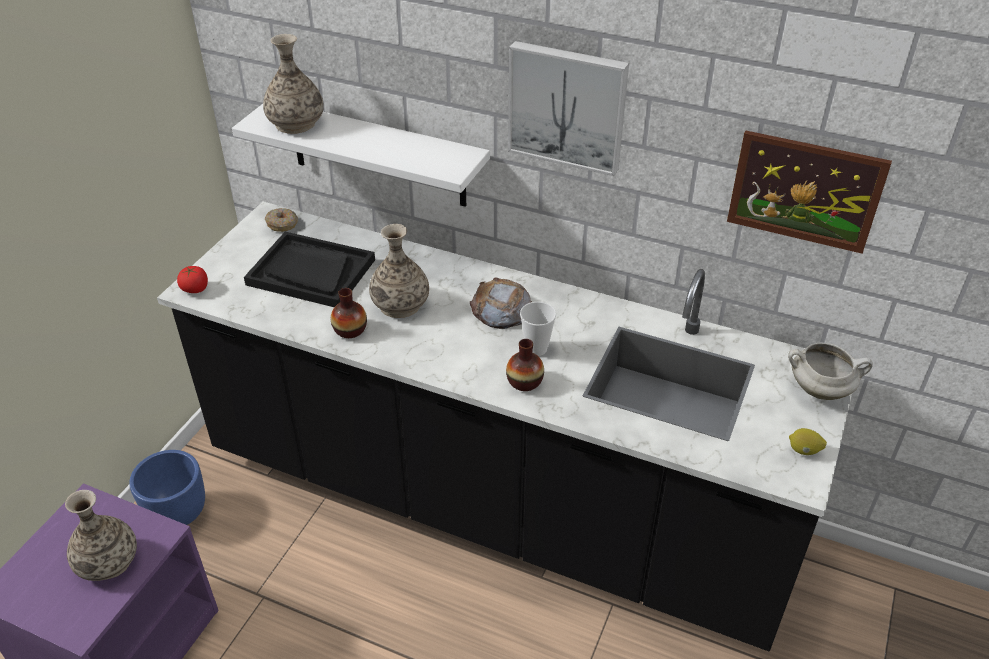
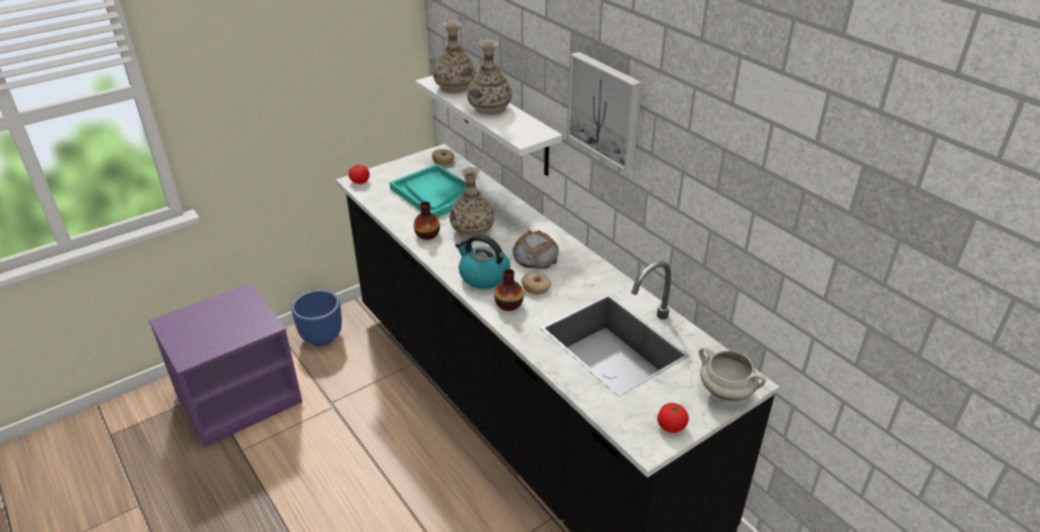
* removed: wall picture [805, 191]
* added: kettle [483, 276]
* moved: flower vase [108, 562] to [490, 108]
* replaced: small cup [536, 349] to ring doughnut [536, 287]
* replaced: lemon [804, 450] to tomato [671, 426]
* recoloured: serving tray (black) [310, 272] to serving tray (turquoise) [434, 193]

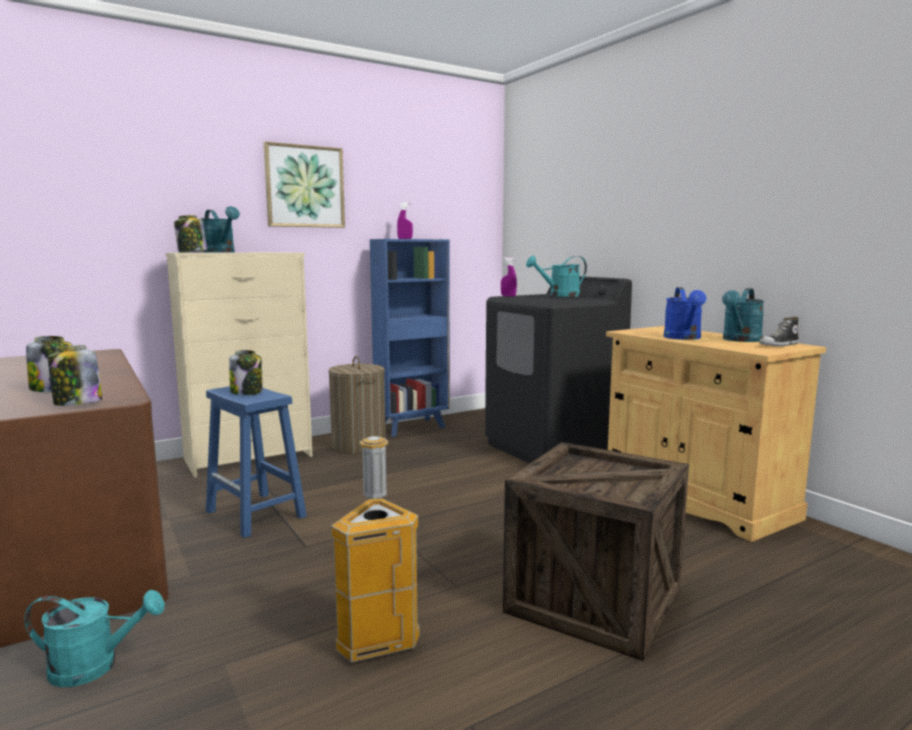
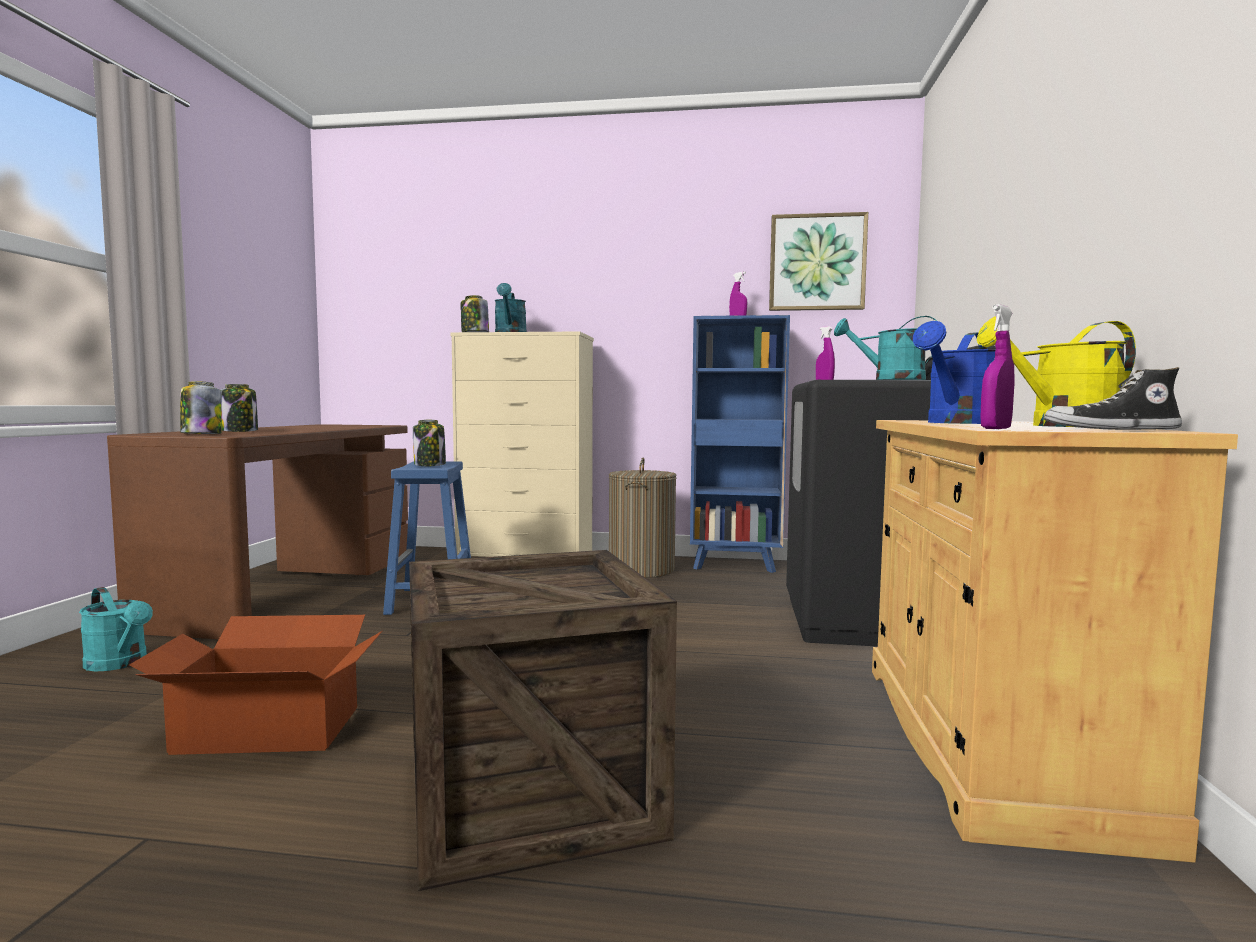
* added: sprayer (purple) [995, 428]
* moved: wall picture [304, 186] to [817, 263]
* replaced: waste bin [376, 642] to cardboard box [268, 729]
* recoloured: watering pot (turquoise) [740, 340] to watering pot (yellowish) [1063, 426]

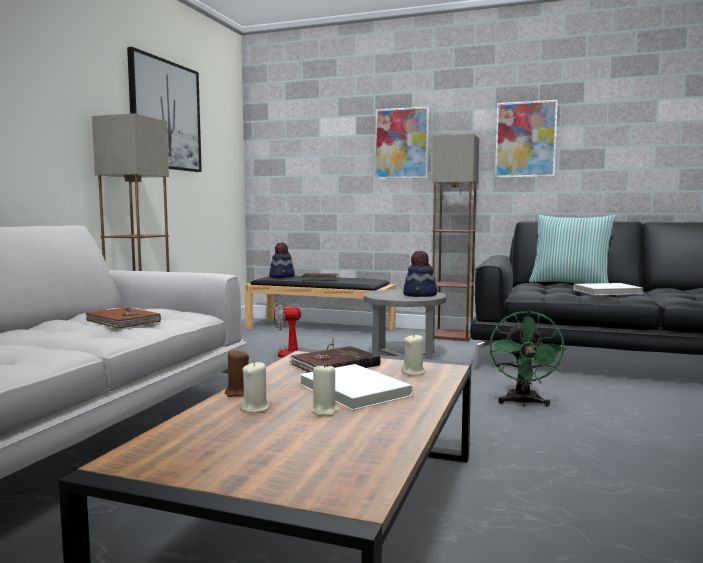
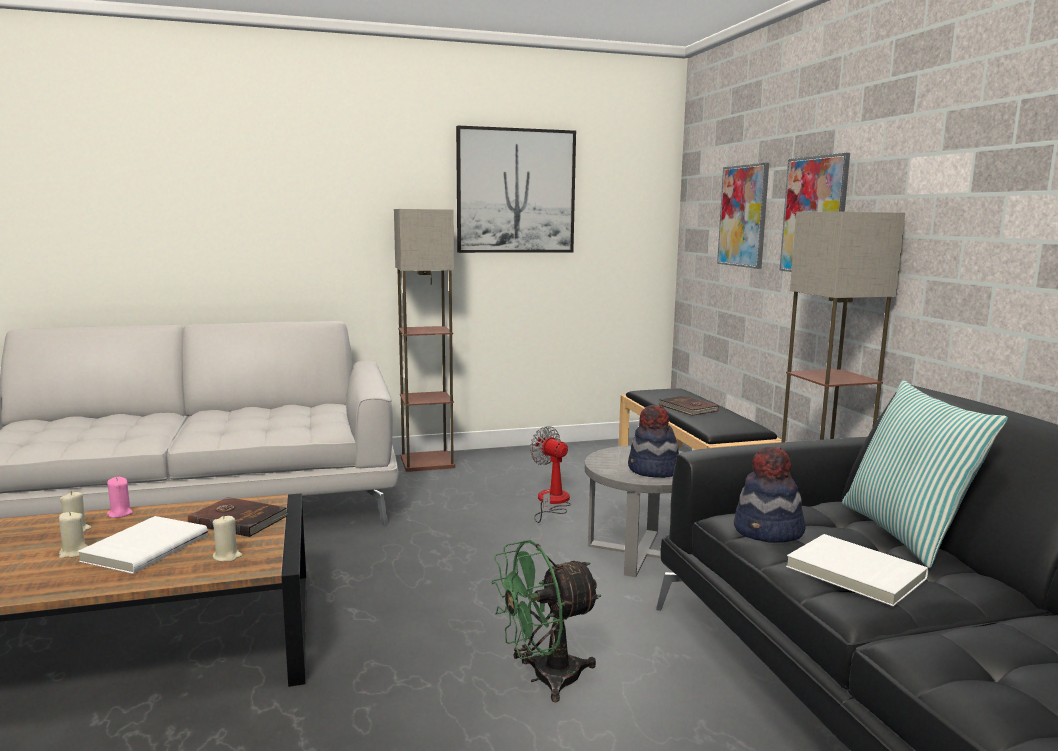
* removed: bound book (brownish) [122, 321]
* moved: hat [282, 276] to [768, 532]
* moved: wall picture [525, 139] to [743, 216]
* recoloured: candle (brownish) [238, 393] to candle (pink-coloured) [120, 514]

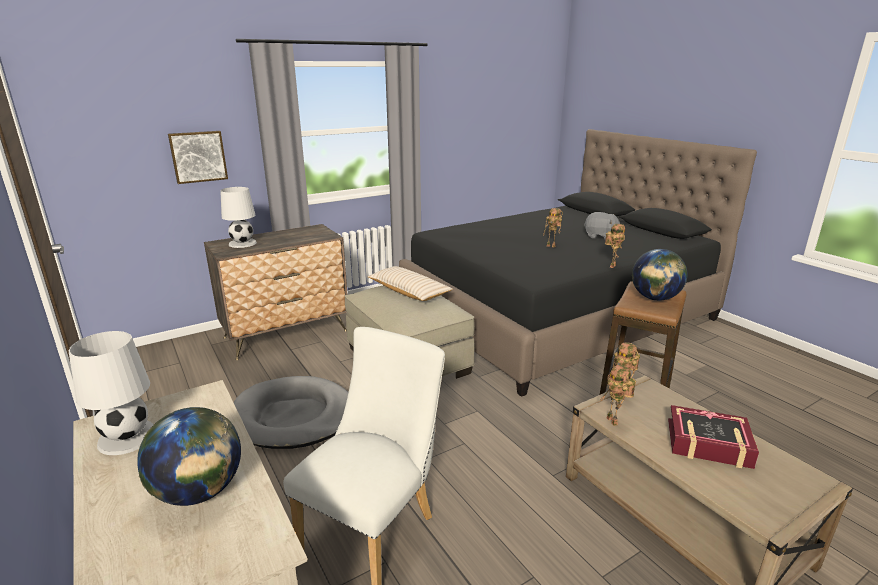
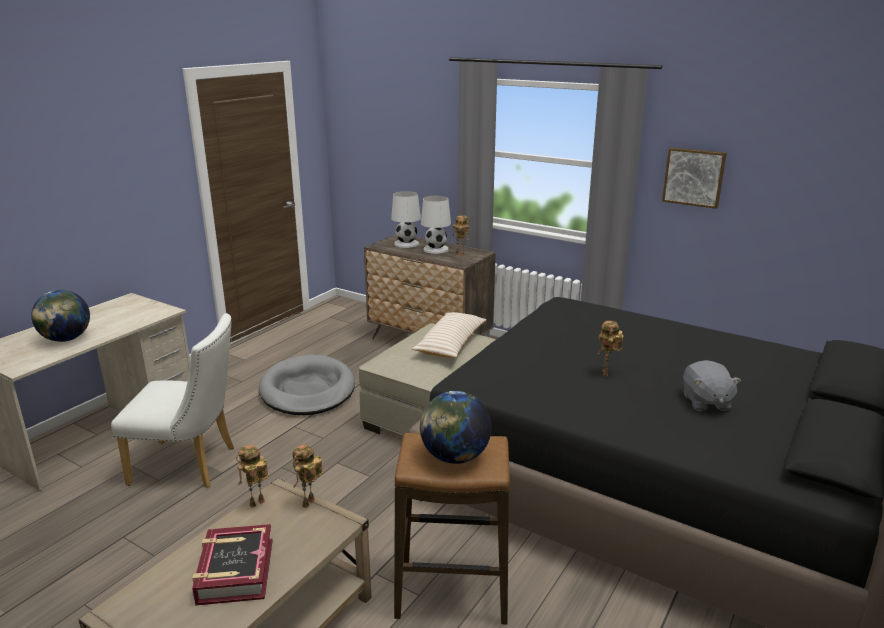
* moved: tabletop lamp (white) [128, 437] to [436, 249]
* moved: wall picture [198, 156] to [694, 177]
* moved: robot figure [612, 266] to [460, 254]

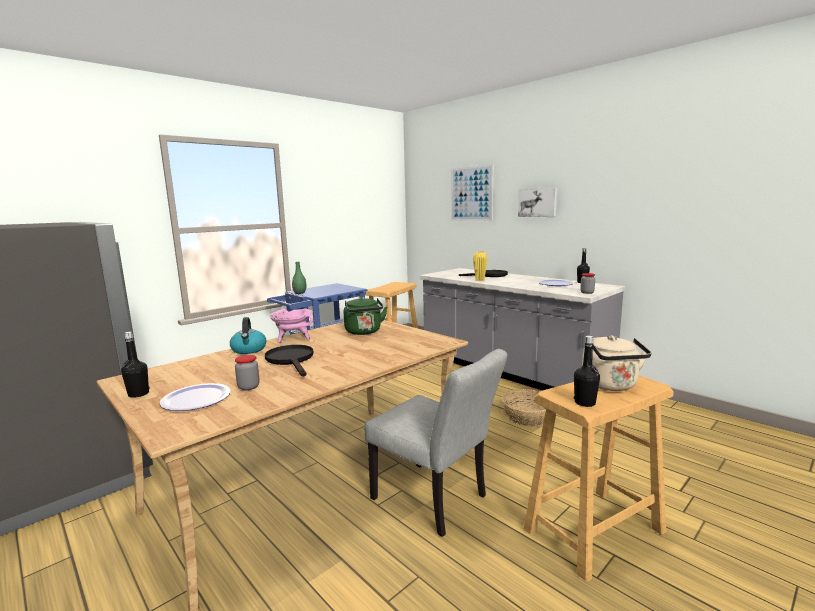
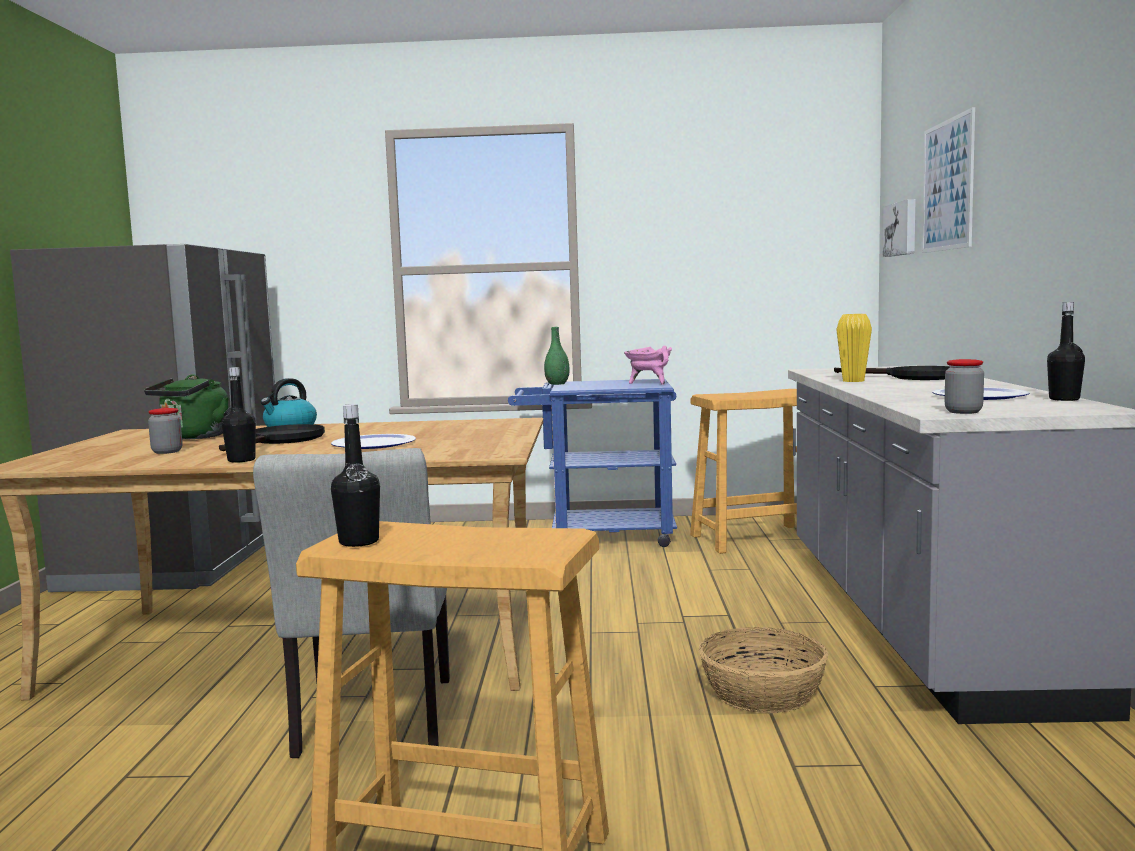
* removed: kettle (beige) [611, 385]
* moved: drink bottle (black) [138, 394] to [241, 460]
* moved: plate [196, 399] to [373, 444]
* moved: saucepot (pink-coloured) [293, 339] to [649, 383]
* moved: kettle (green-coloured) [364, 332] to [193, 437]
* moved: wall picture [537, 202] to [902, 229]

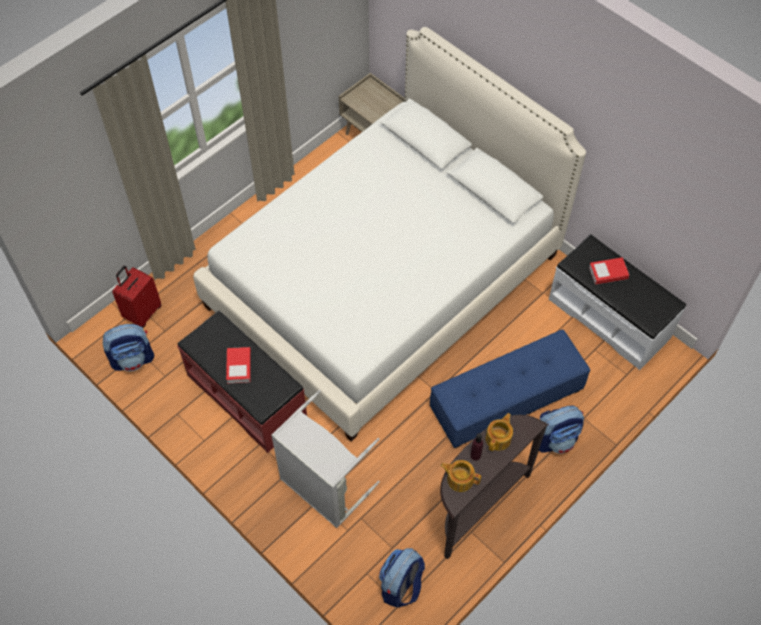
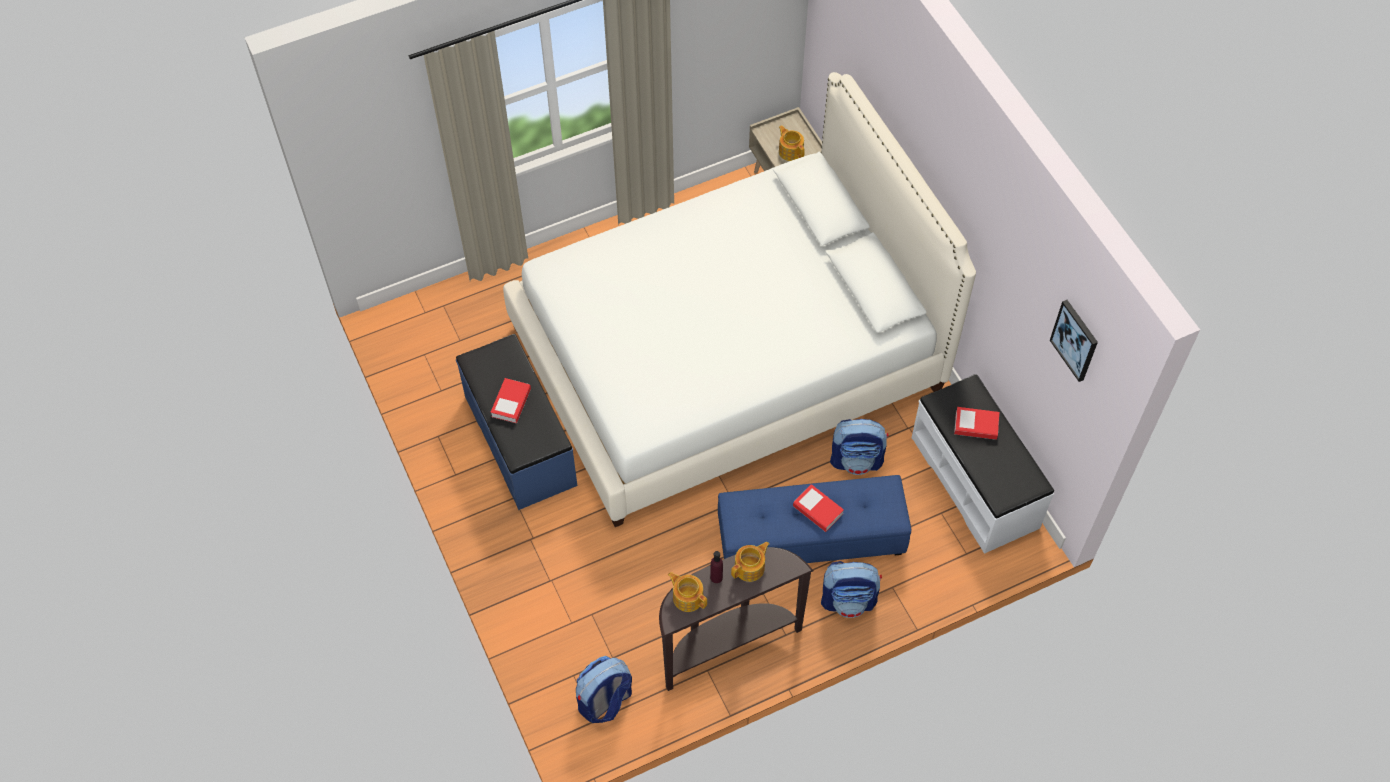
* removed: piece of luggage (red-coloured) [142, 312]
* removed: hamper (grey) [322, 488]
* added: pot for tea [790, 151]
* added: bound book [818, 510]
* added: wall picture [1075, 340]
* moved: knapsack [133, 359] to [857, 460]
* recoloured: long seat (red-coloured) [247, 396] to long seat (blue) [521, 440]

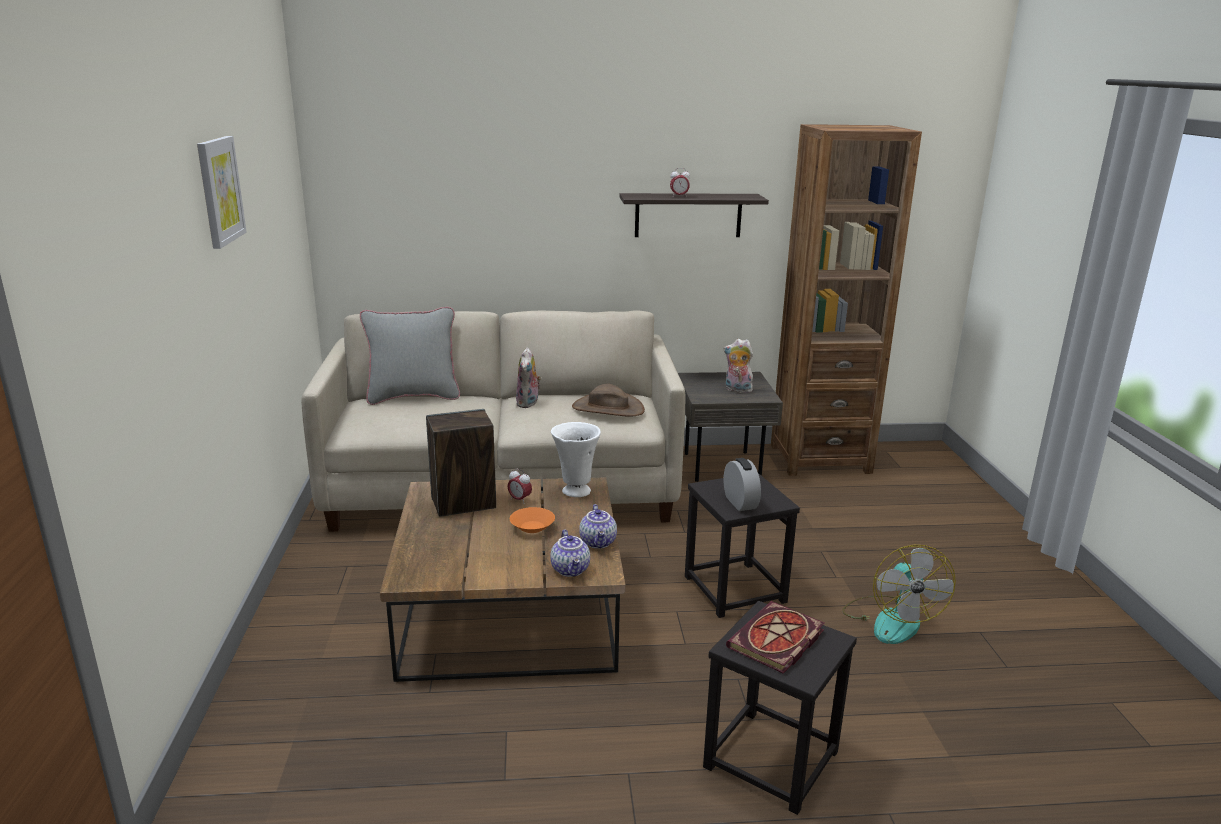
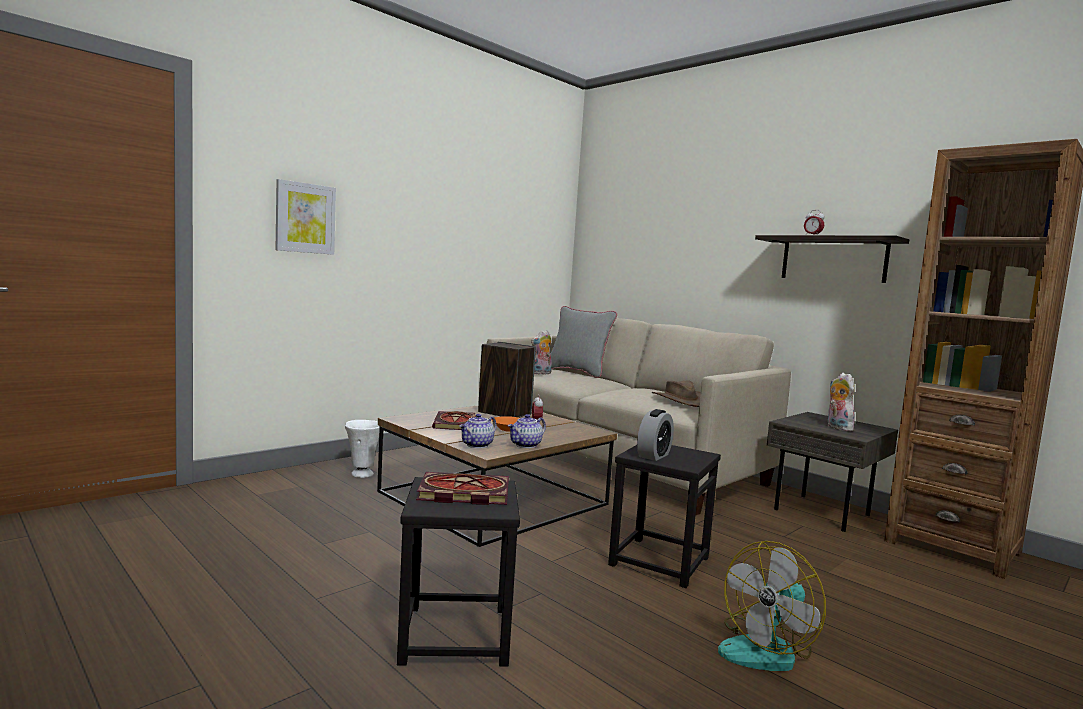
* added: bound book [455, 424]
* moved: wall picture [219, 191] to [305, 218]
* moved: soft toy [529, 403] to [541, 373]
* moved: flower vase (white) [575, 491] to [362, 474]

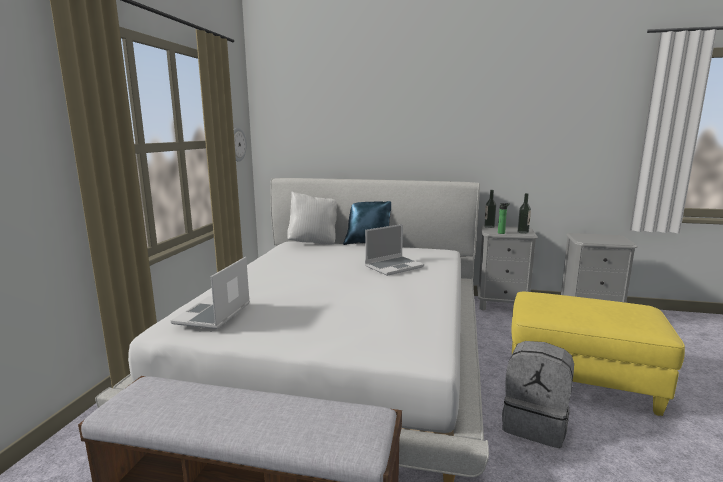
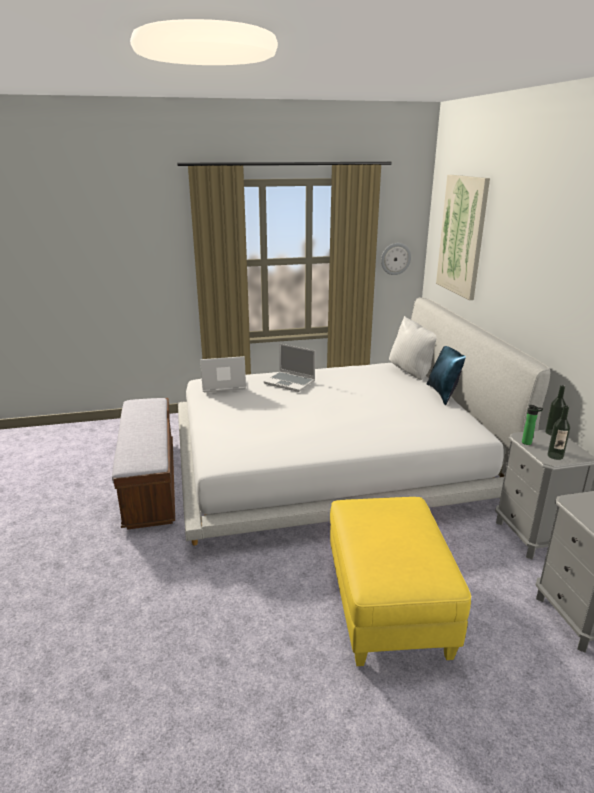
* removed: knapsack (grey) [535, 424]
* added: wall picture [462, 236]
* moved: laptop [394, 266] to [290, 382]

